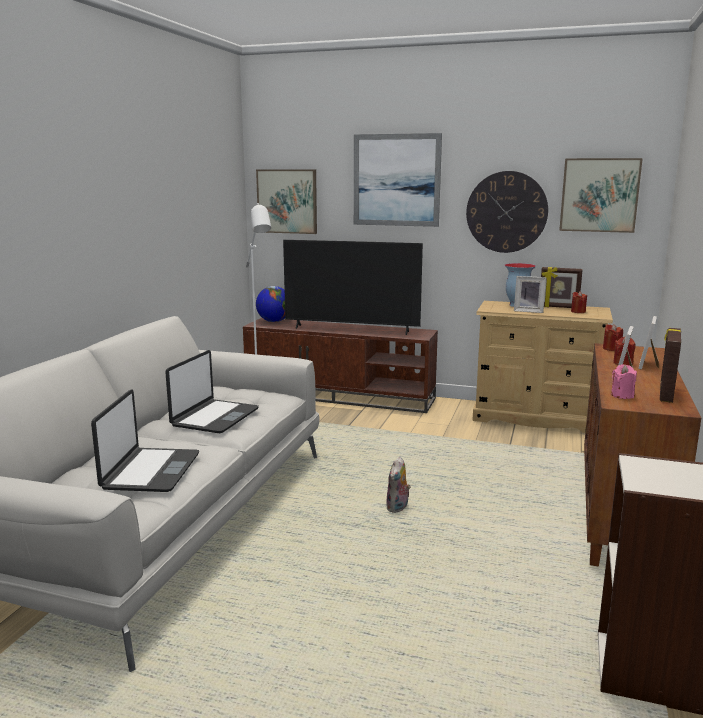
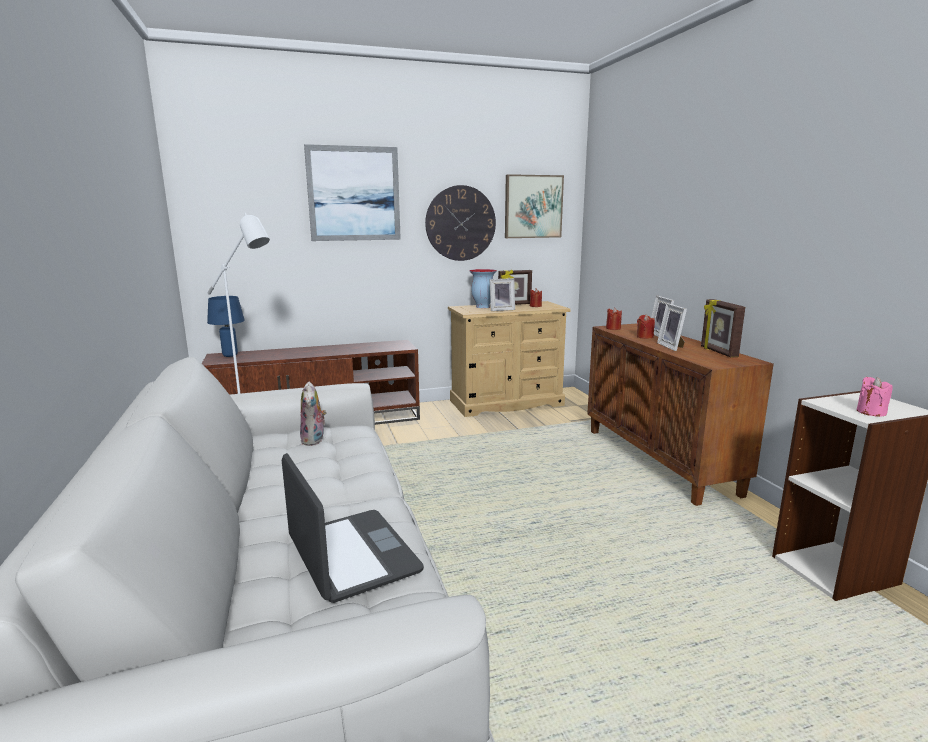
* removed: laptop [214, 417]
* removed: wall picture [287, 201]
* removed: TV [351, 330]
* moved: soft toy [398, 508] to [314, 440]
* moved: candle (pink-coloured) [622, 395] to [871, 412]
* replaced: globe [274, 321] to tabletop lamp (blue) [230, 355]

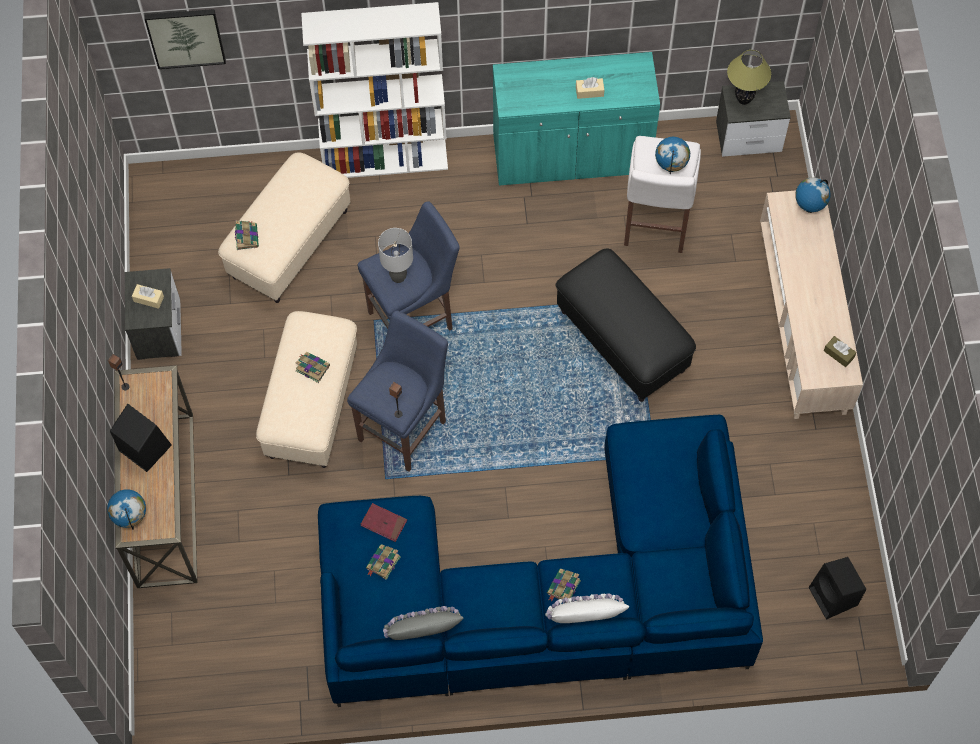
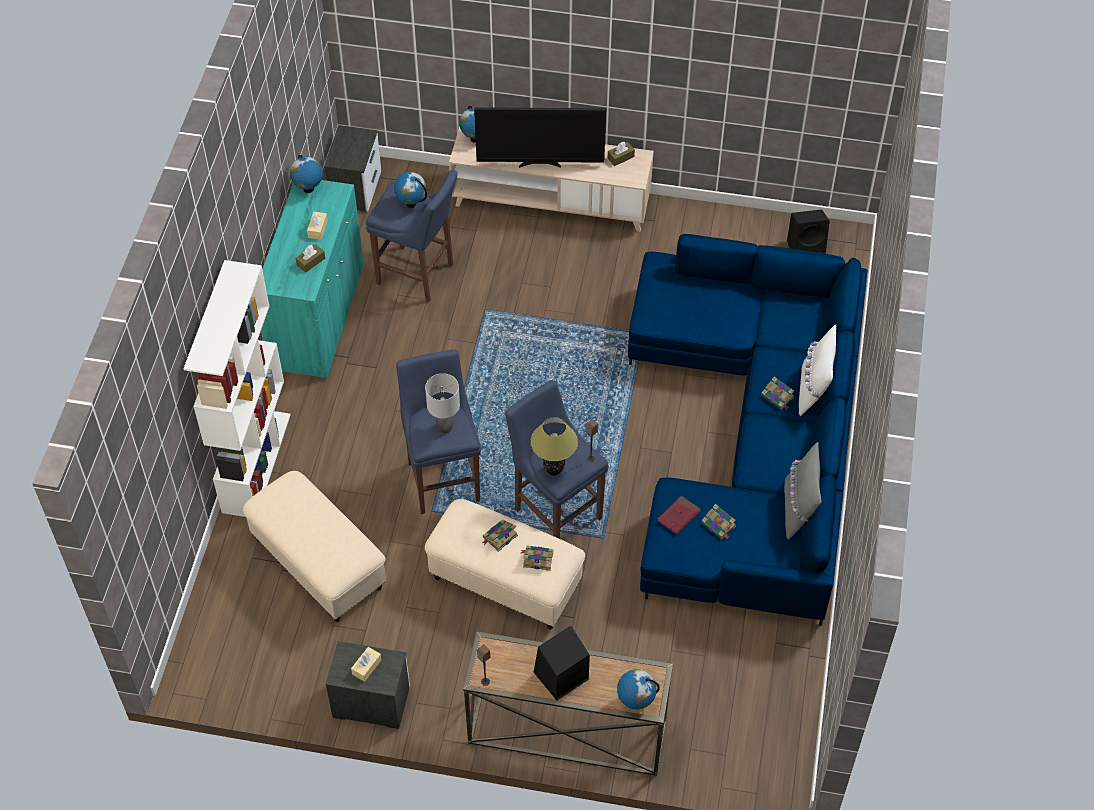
* removed: wall picture [185, 37]
* removed: footrest (black) [623, 340]
* added: globe [308, 189]
* added: tissue box (brownish) [311, 262]
* added: TV [540, 164]
* moved: bound book [246, 237] to [537, 559]
* moved: tabletop lamp [743, 100] to [554, 471]
* recoloured: stool seat (white) [655, 226] to stool seat (blue) [418, 275]

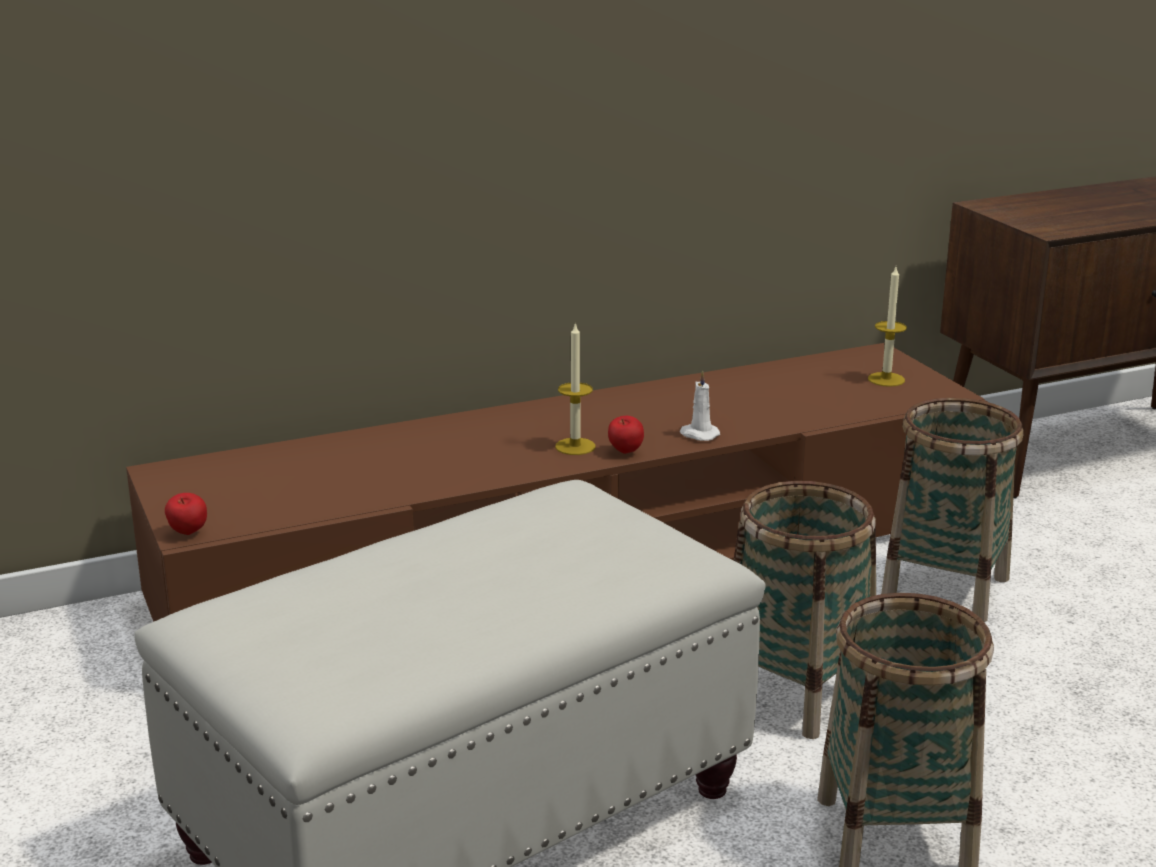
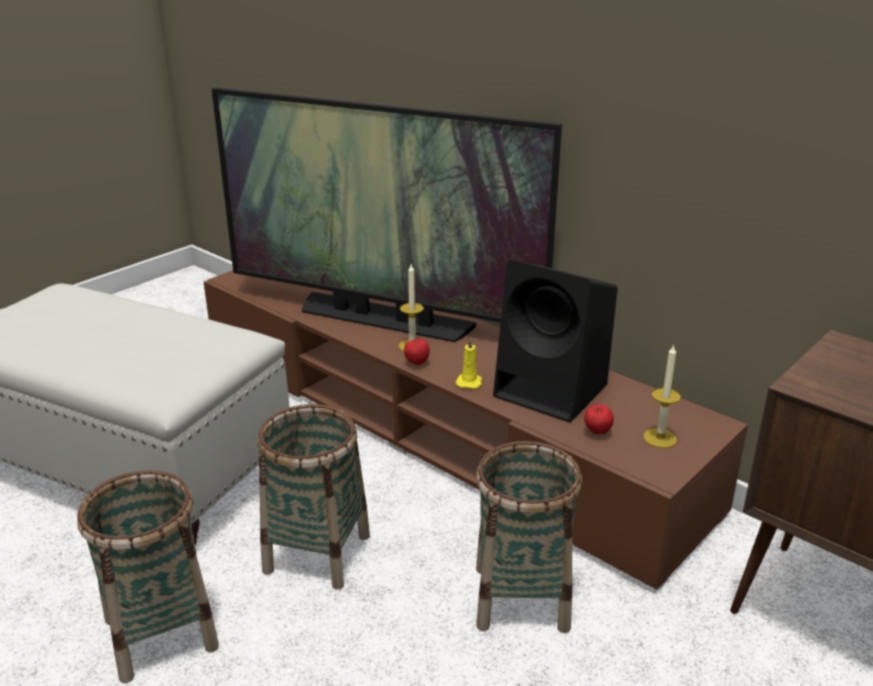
* added: TV [383, 319]
* added: audio speaker (black) [554, 391]
* moved: whole apple [188, 533] to [597, 433]
* recoloured: candle (white) [698, 434] to candle (yellowish) [469, 382]

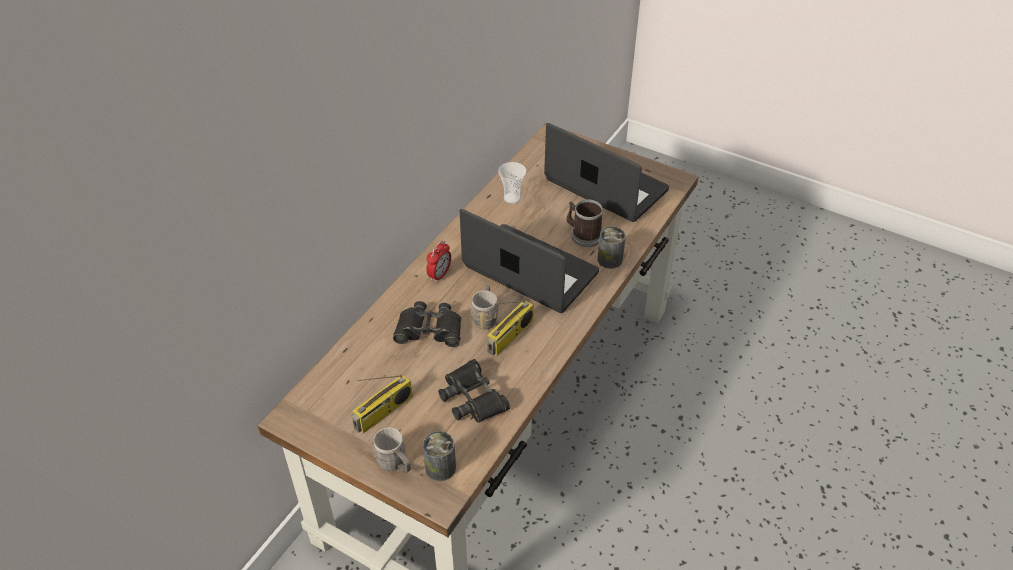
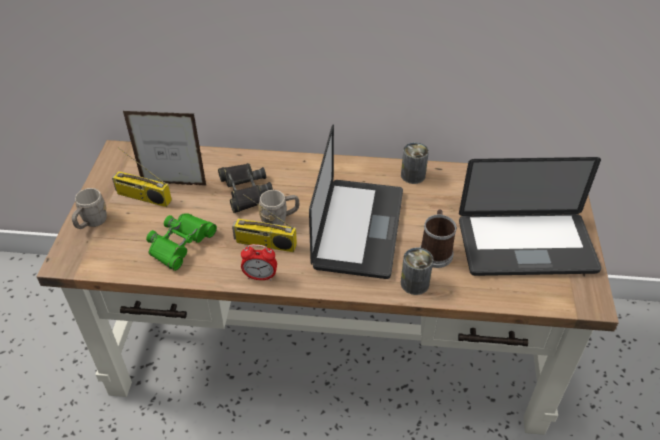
* removed: small cup [512, 198]
* added: photo frame [174, 184]
* moved: sealed can [440, 468] to [413, 175]
* moved: table clock [439, 275] to [260, 276]
* recoloured: pair of binoculars (black) [473, 397] to pair of binoculars (green-coloured) [180, 244]
* turned: laptop [606, 186] = [526, 246] 75 degrees clockwise

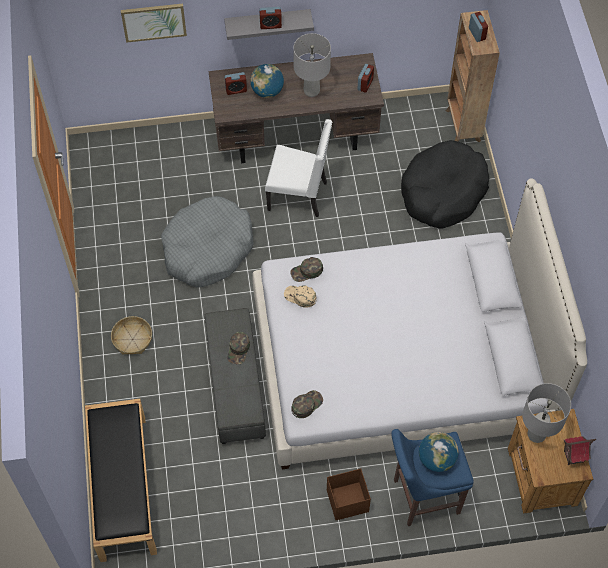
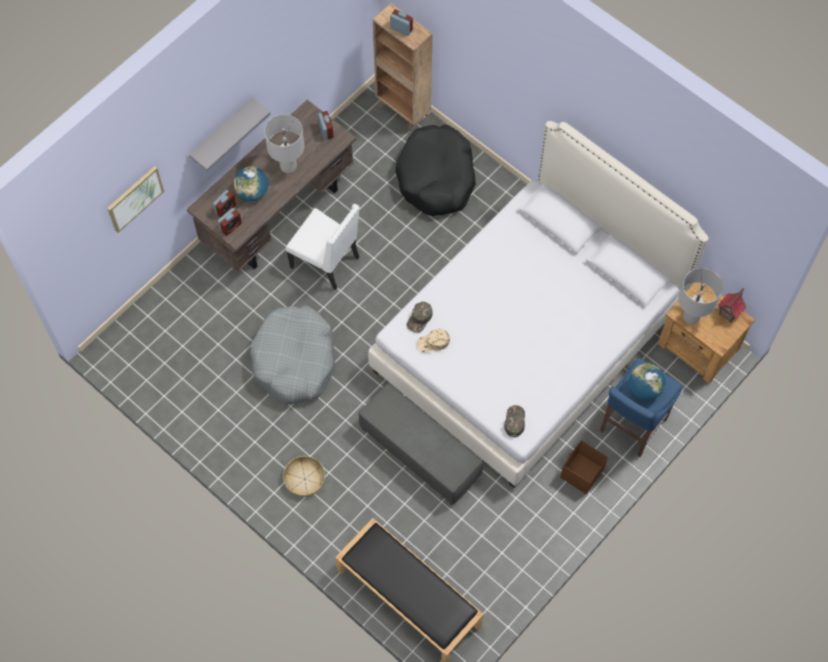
* removed: peaked cap (green-coloured) [239, 350]
* moved: table clock [270, 25] to [230, 227]
* turned: plain chair (white) [299, 195] = [327, 262] 60 degrees clockwise

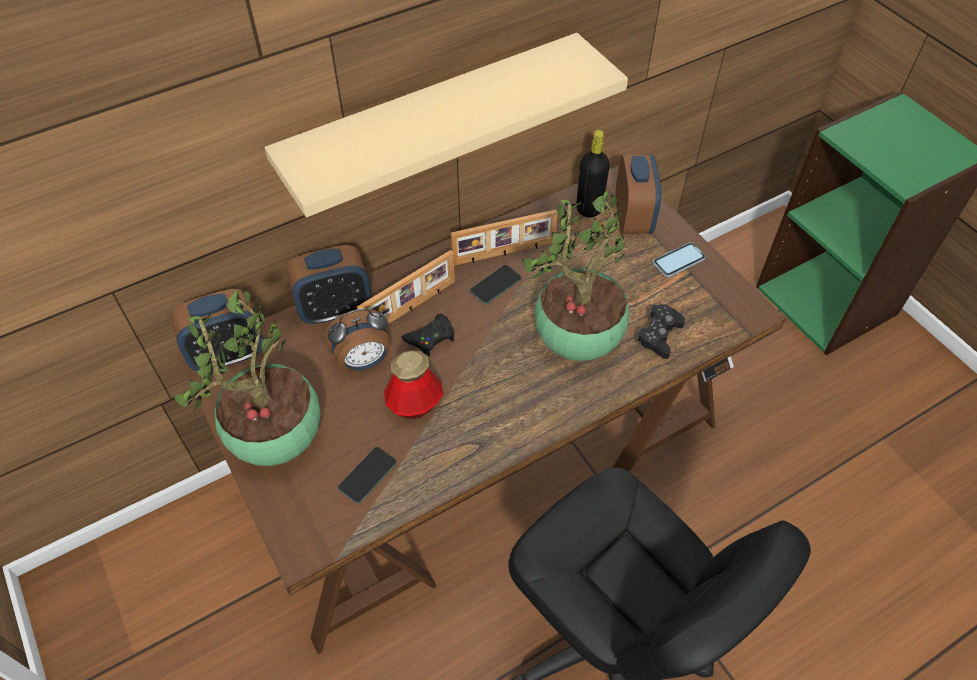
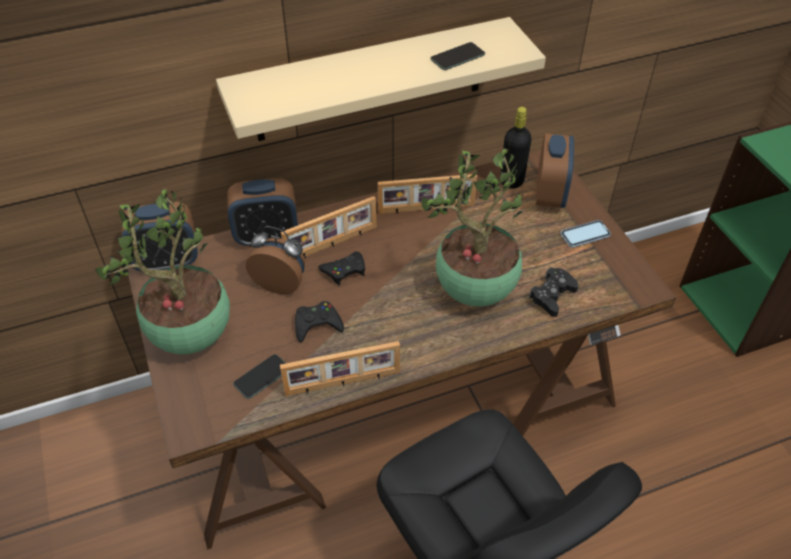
* added: photo frame [343, 384]
* moved: phone [495, 285] to [457, 57]
* replaced: drink bottle [415, 405] to joypad (black) [317, 324]
* turned: table clock [364, 361] = [281, 282] 150 degrees counterclockwise

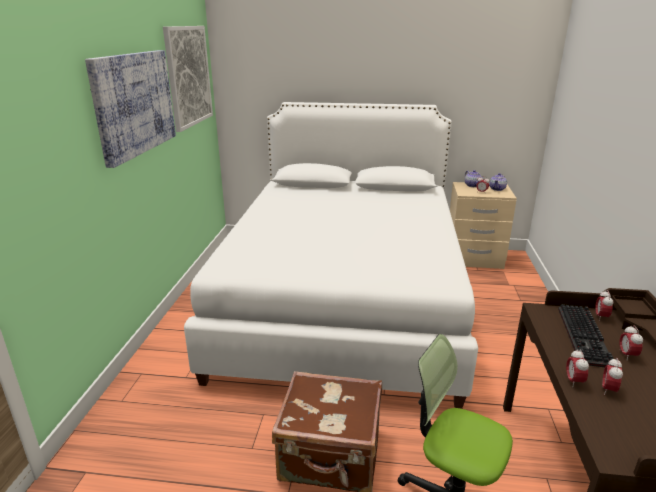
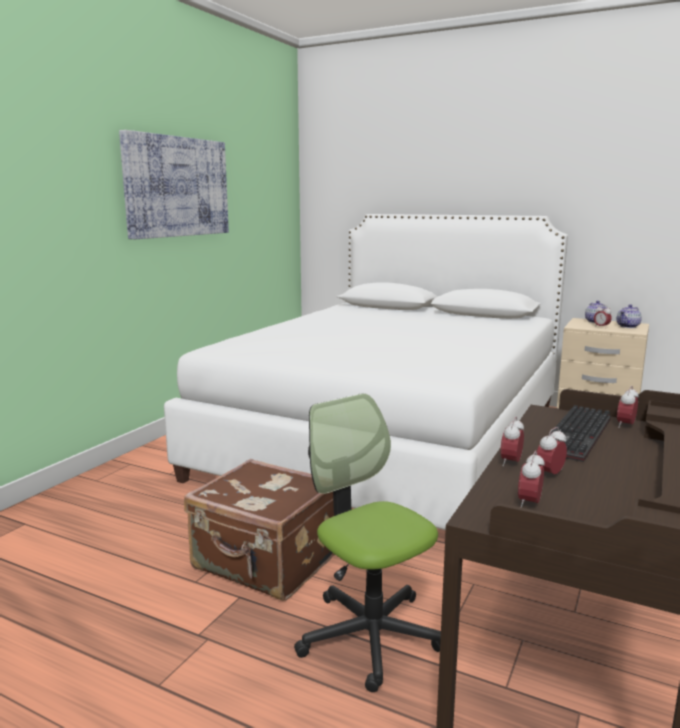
* removed: wall picture [188, 76]
* moved: table clock [627, 355] to [529, 504]

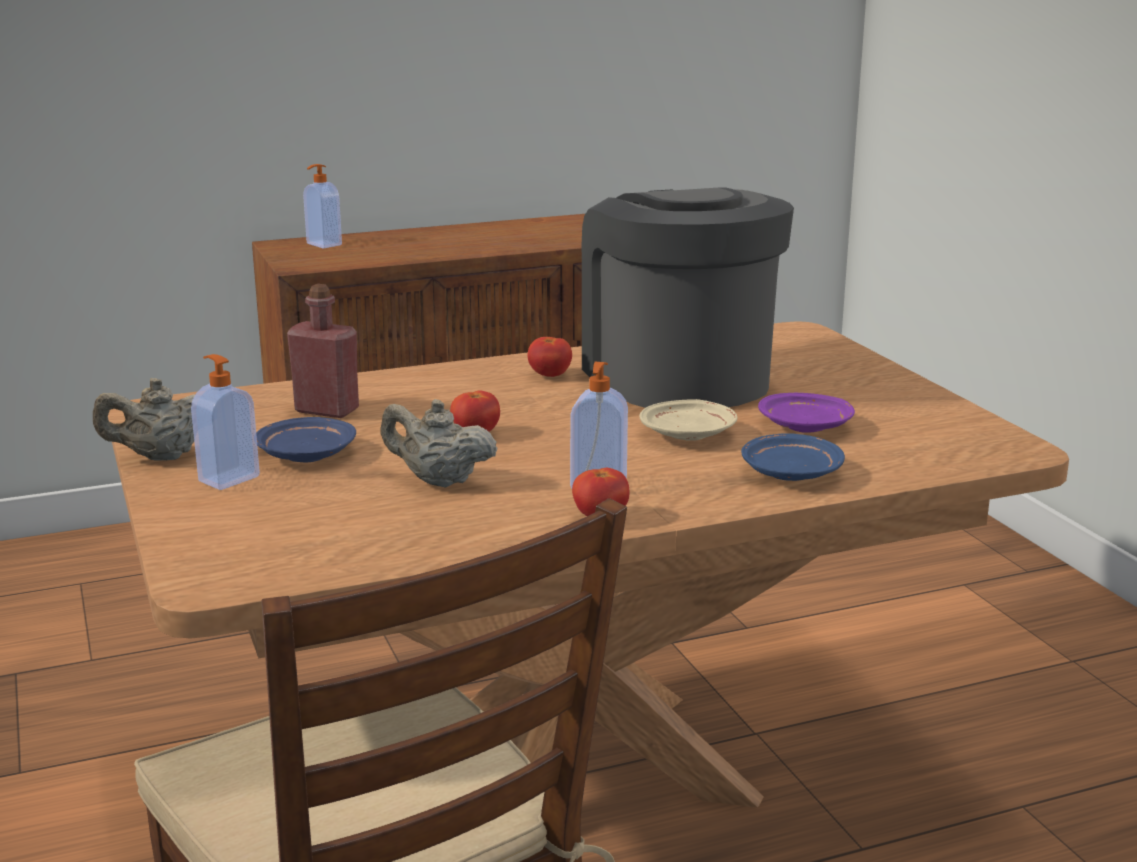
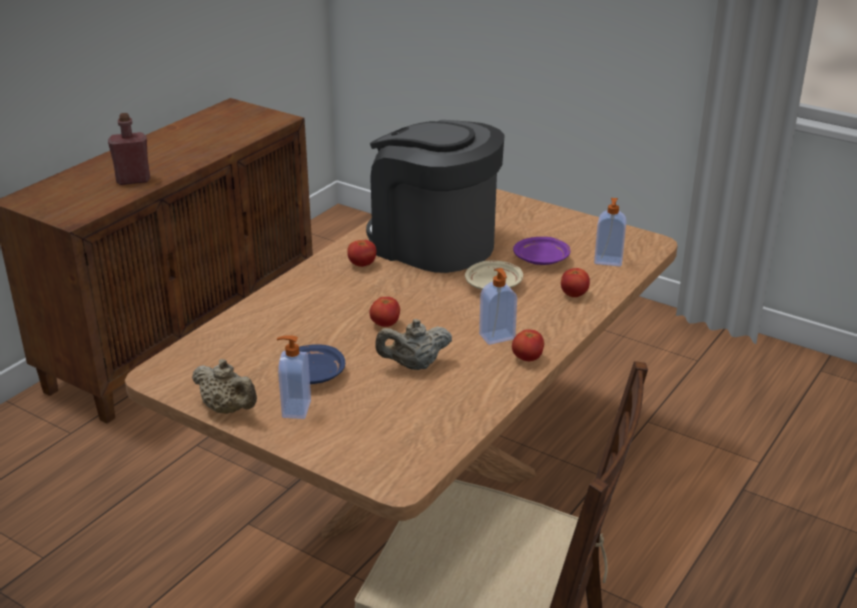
* moved: drink bottle (red-coloured) [327, 410] to [133, 180]
* moved: soap bottle [323, 244] to [608, 261]
* replaced: plate (blue) [791, 473] to tomato [574, 294]
* turned: pot for tea (beige) [160, 457] = [228, 409] 90 degrees counterclockwise

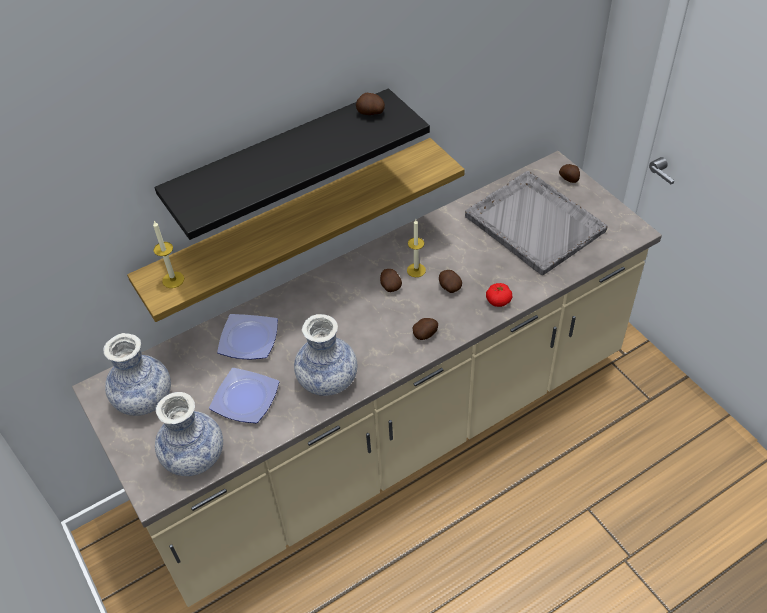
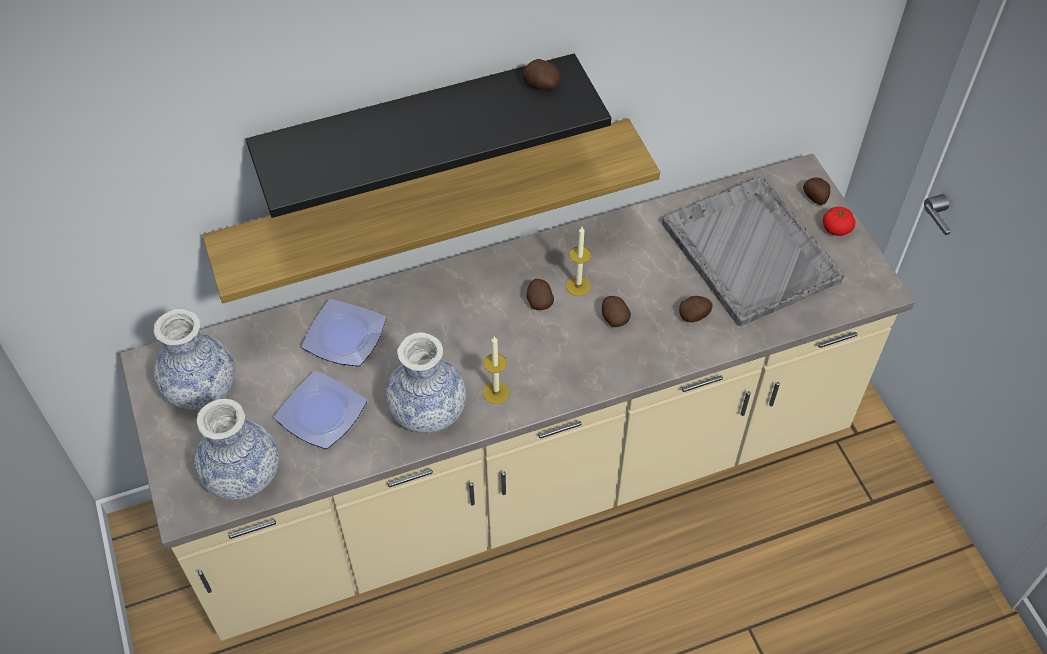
* moved: candle [173, 280] to [496, 393]
* moved: spud [425, 334] to [694, 315]
* moved: tomato [498, 301] to [836, 228]

